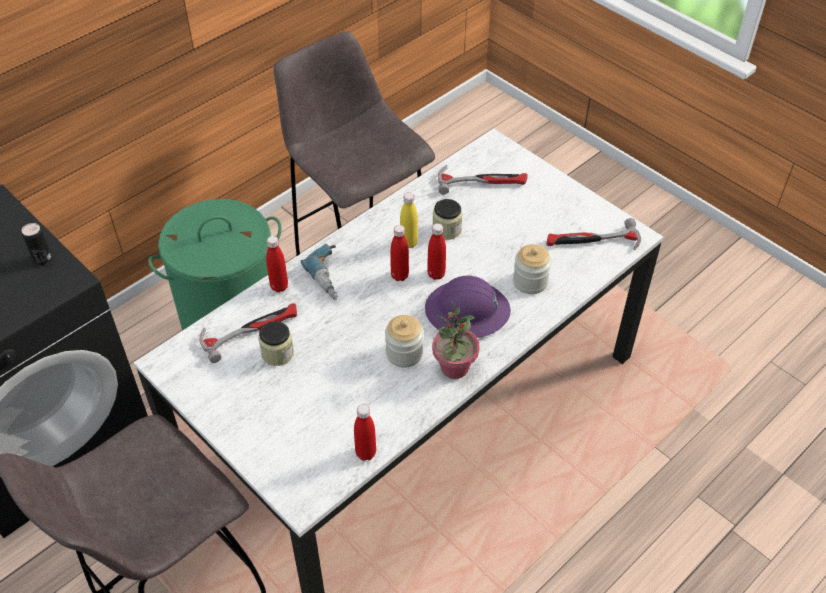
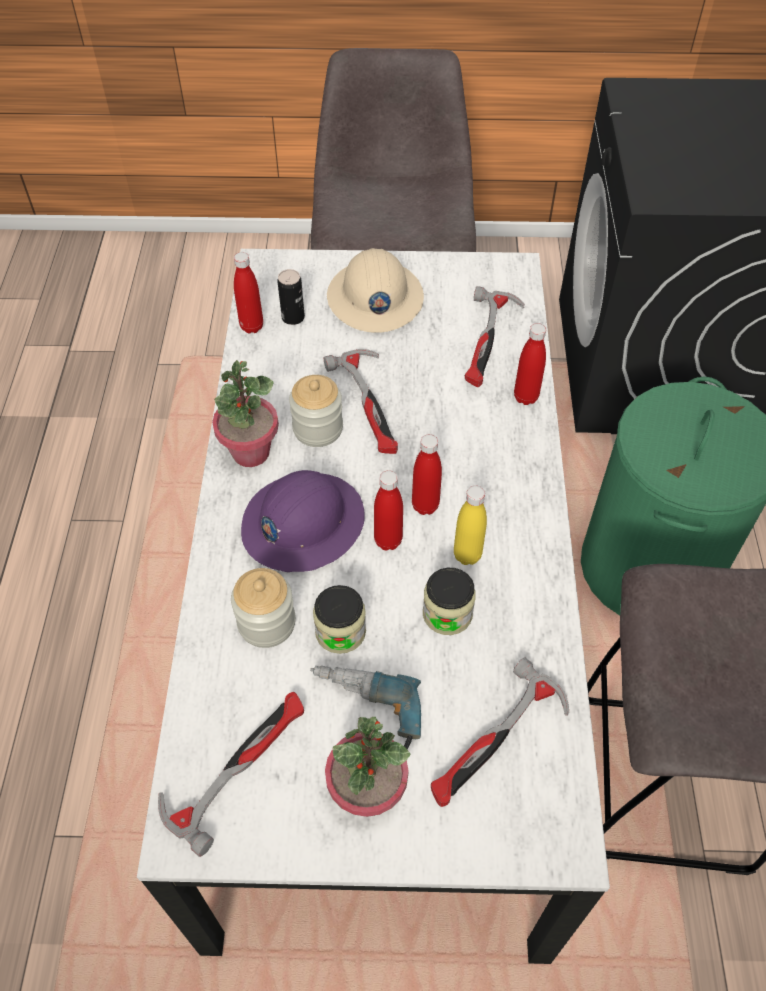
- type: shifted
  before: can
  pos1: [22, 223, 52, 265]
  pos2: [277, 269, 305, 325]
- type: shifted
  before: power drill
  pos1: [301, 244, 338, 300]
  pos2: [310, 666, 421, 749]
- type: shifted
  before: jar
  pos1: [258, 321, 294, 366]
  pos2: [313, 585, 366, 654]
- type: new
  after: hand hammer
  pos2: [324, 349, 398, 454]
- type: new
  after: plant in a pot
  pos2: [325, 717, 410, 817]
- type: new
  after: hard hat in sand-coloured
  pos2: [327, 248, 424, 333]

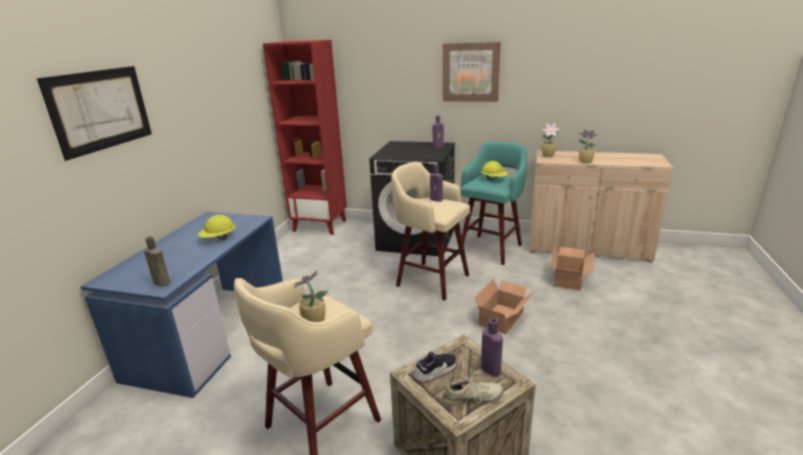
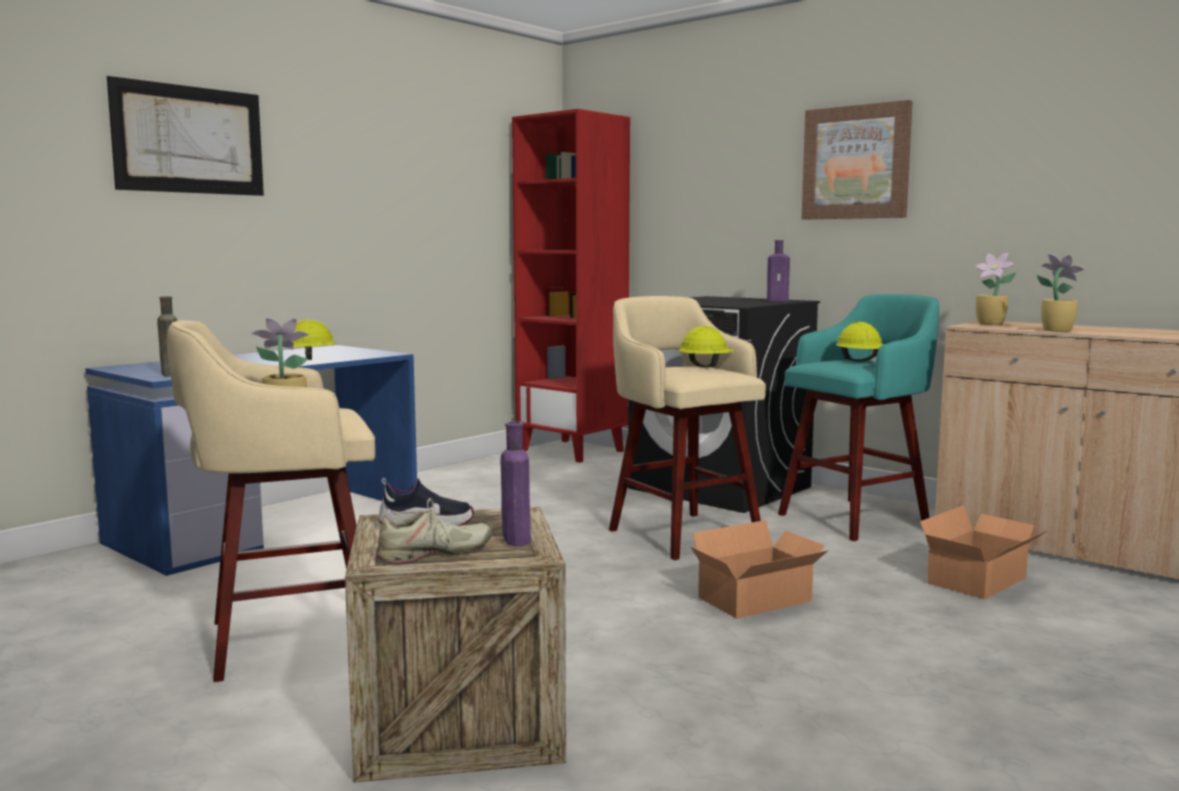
- type: rotated
  before: item of footwear in sand-coloured
  pos1: [442, 367, 504, 406]
  pos2: [376, 498, 492, 563]
  turn: -45
- type: swapped
  before: drink bottle in purplish
  after: hard hat in yellow
  pos1: [430, 165, 443, 202]
  pos2: [679, 326, 734, 368]

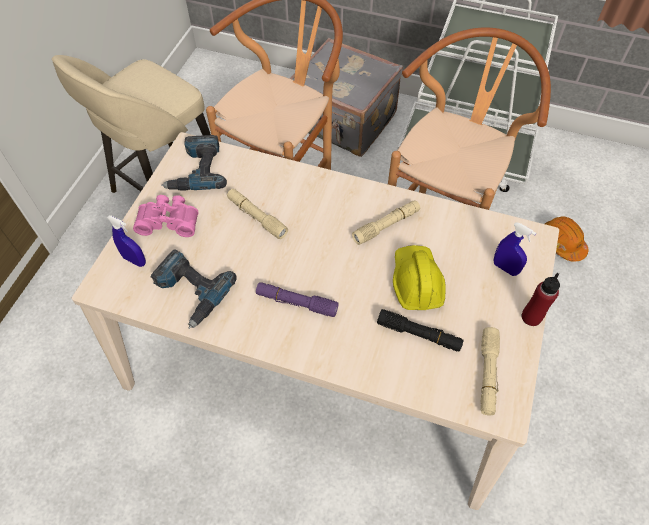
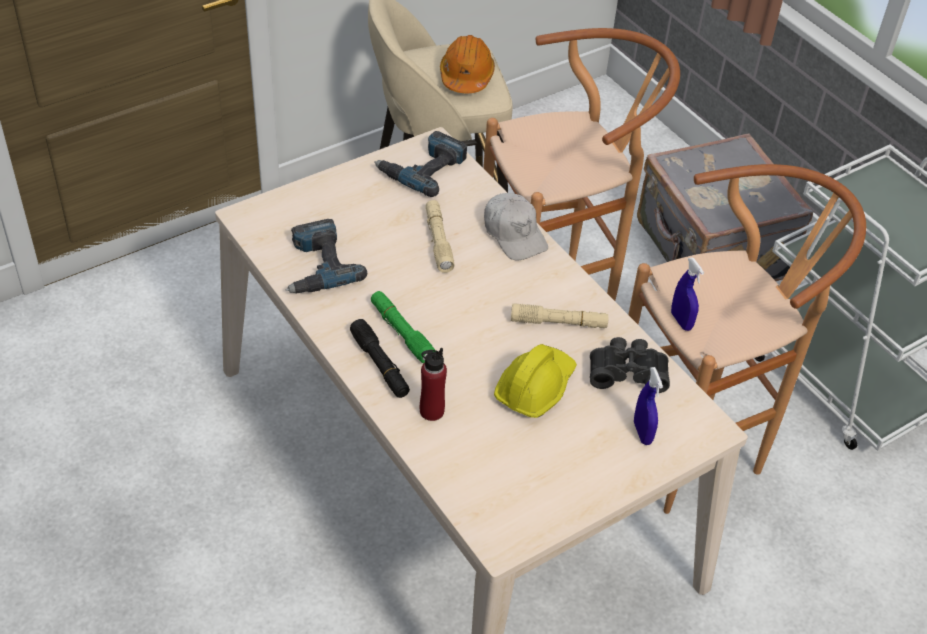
- type: shifted
  before: flashlight in blackish
  pos1: [377, 309, 464, 352]
  pos2: [350, 319, 410, 398]
- type: repainted
  before: flashlight in purplish
  after: flashlight in green
  pos1: [256, 282, 339, 317]
  pos2: [371, 291, 435, 364]
- type: shifted
  before: drink bottle in red-coloured
  pos1: [522, 273, 560, 326]
  pos2: [420, 348, 447, 421]
- type: shifted
  before: hard hat in orange-coloured
  pos1: [545, 216, 589, 262]
  pos2: [440, 35, 495, 94]
- type: new
  after: cap in white-coloured
  pos2: [484, 193, 548, 261]
- type: new
  after: binoculars in blackish
  pos2: [590, 337, 670, 393]
- type: shifted
  before: spray bottle in blue-coloured
  pos1: [107, 215, 146, 267]
  pos2: [671, 257, 704, 331]
- type: gone
  before: binoculars in pinkish
  pos1: [133, 195, 199, 237]
- type: gone
  before: flashlight in sand-coloured
  pos1: [481, 327, 500, 415]

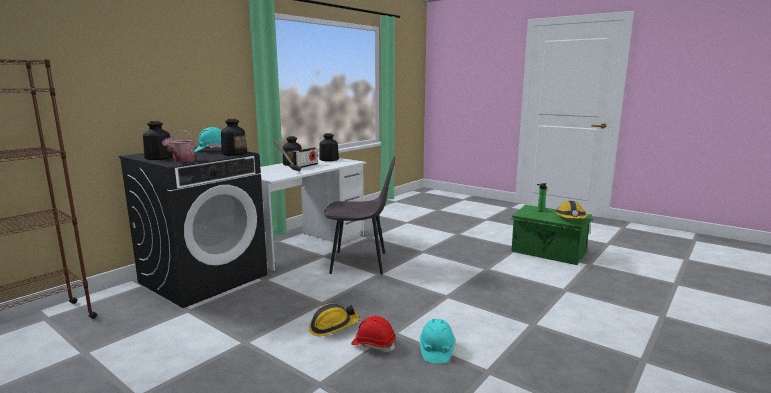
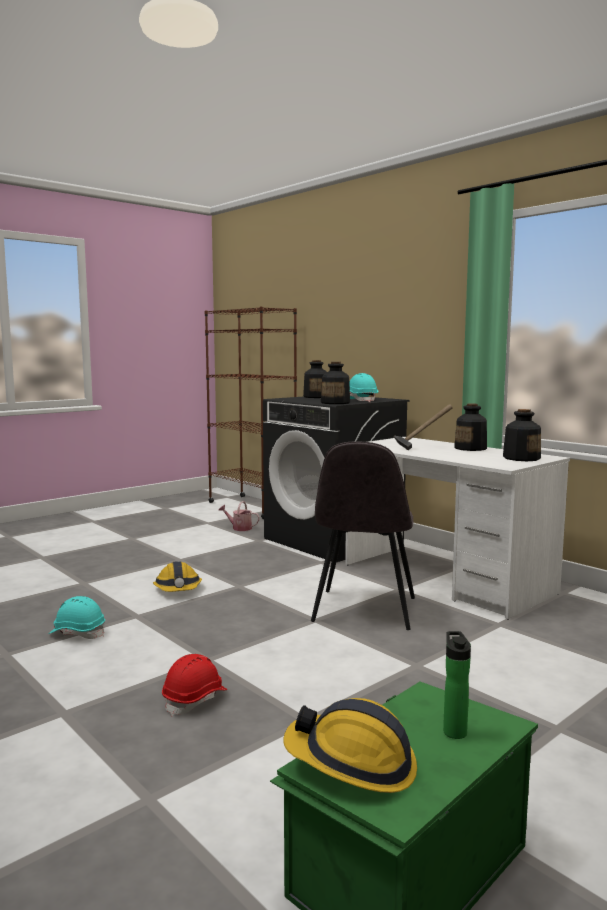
- type: shifted
  before: hard hat in red-coloured
  pos1: [351, 316, 396, 352]
  pos2: [162, 654, 227, 717]
- type: shifted
  before: watering pot
  pos1: [162, 130, 196, 162]
  pos2: [219, 501, 260, 531]
- type: gone
  before: radio set
  pos1: [293, 147, 318, 168]

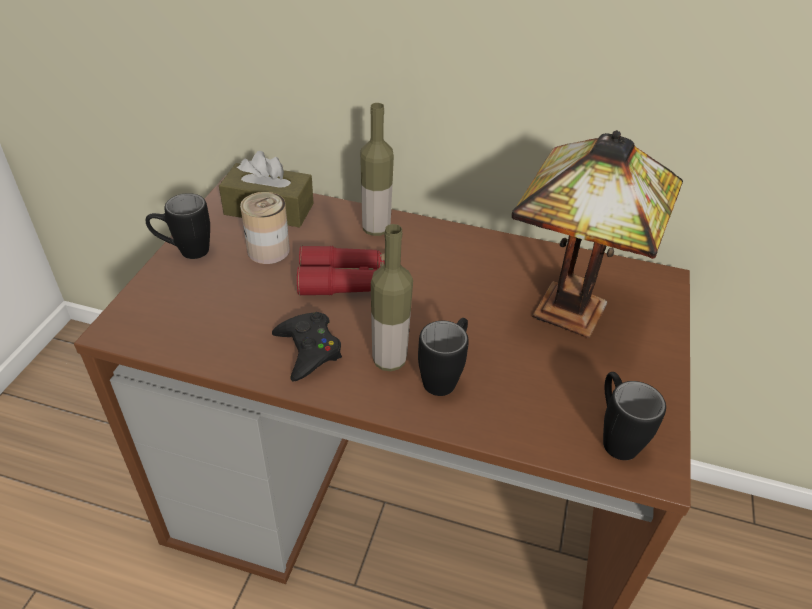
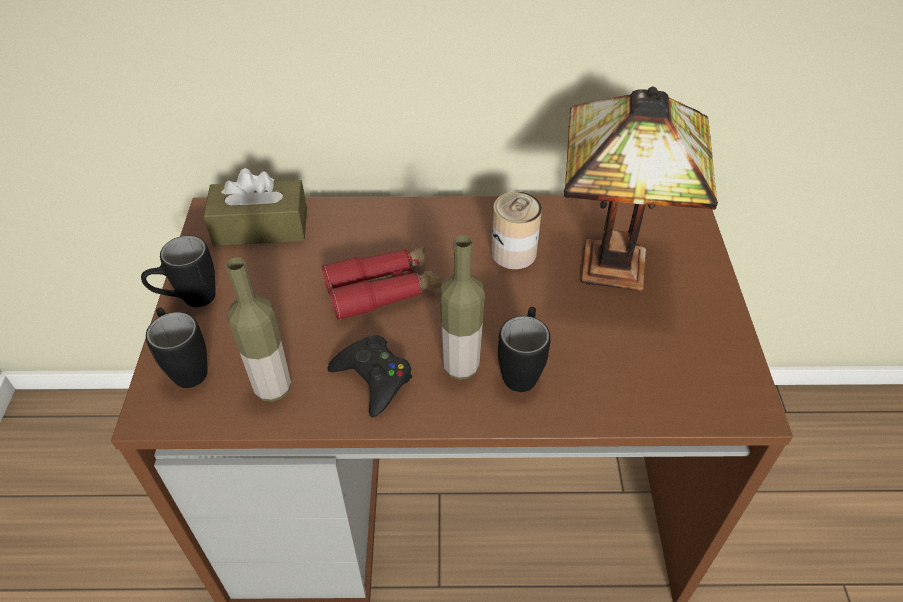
- type: shifted
  before: mug in blackish
  pos1: [603, 372, 666, 460]
  pos2: [146, 307, 207, 388]
- type: shifted
  before: drink bottle
  pos1: [360, 103, 394, 236]
  pos2: [226, 257, 291, 402]
- type: shifted
  before: can
  pos1: [240, 192, 290, 264]
  pos2: [491, 191, 542, 269]

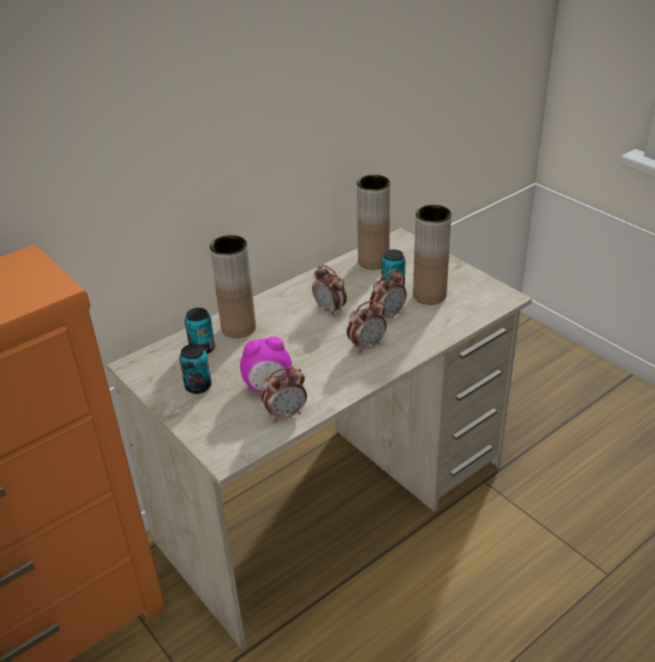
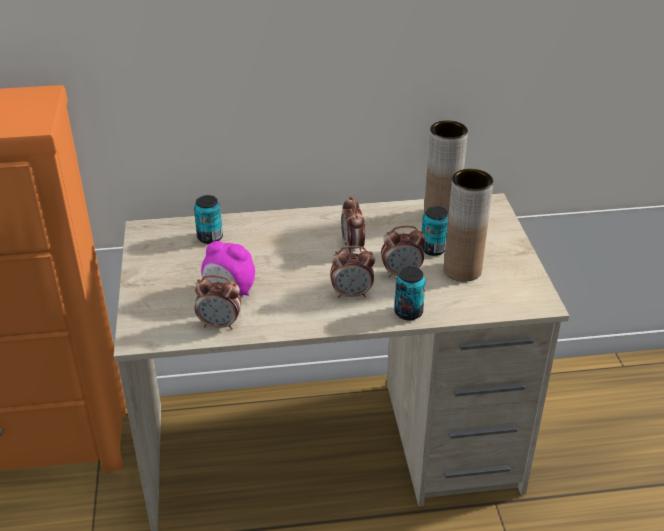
- type: shifted
  before: can
  pos1: [179, 344, 212, 394]
  pos2: [394, 267, 426, 320]
- type: gone
  before: flower vase in brown-coloured
  pos1: [210, 235, 256, 338]

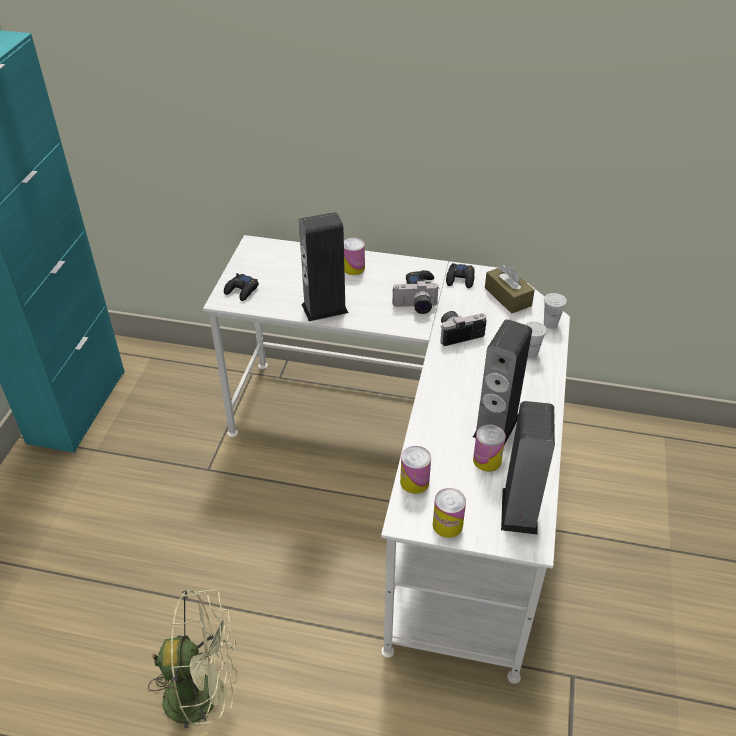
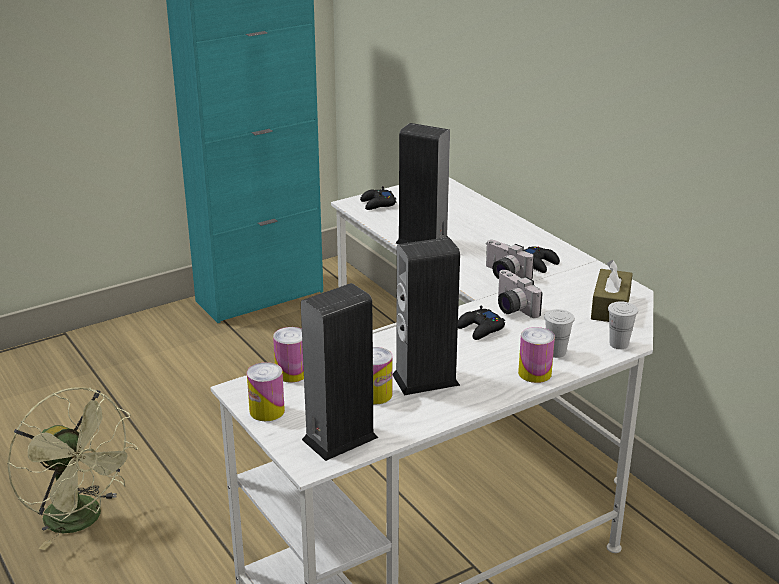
- type: shifted
  before: gamepad in blackish
  pos1: [446, 263, 475, 288]
  pos2: [458, 305, 505, 340]
- type: rotated
  before: still camera
  pos1: [440, 311, 487, 346]
  pos2: [498, 270, 543, 318]
  turn: -150
- type: shifted
  before: can
  pos1: [344, 238, 365, 275]
  pos2: [518, 327, 555, 383]

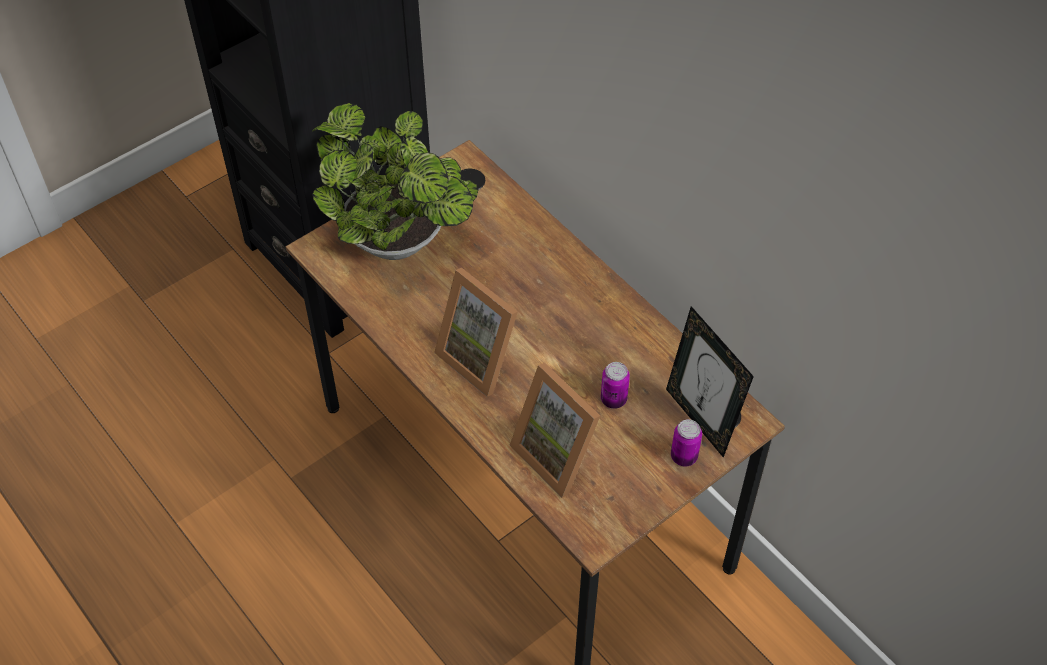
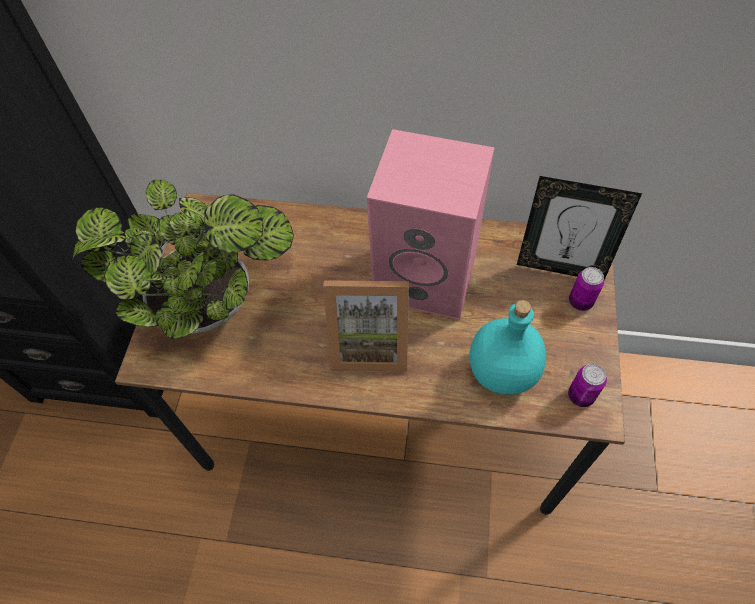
- type: new
  after: audio speaker in pinkish
  pos2: [367, 129, 495, 320]
- type: swapped
  before: photo frame
  after: drink bottle in turquoise-coloured
  pos1: [510, 363, 600, 498]
  pos2: [470, 300, 546, 395]
- type: shifted
  before: can
  pos1: [601, 362, 630, 409]
  pos2: [568, 364, 607, 407]

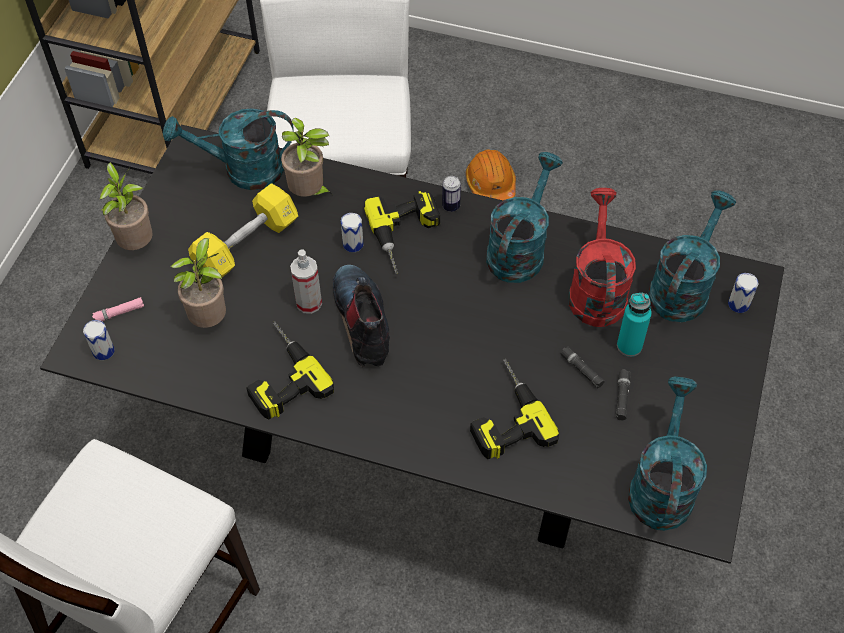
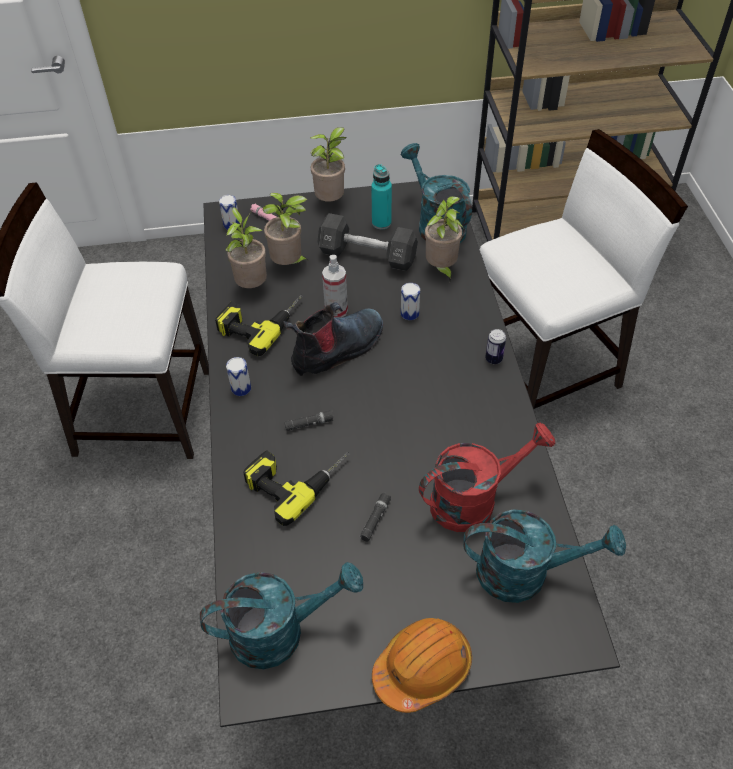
- type: new
  after: plant in a pot
  pos2: [225, 207, 267, 288]
- type: shifted
  before: can
  pos1: [728, 273, 758, 313]
  pos2: [226, 357, 251, 396]
- type: shifted
  before: flashlight in blackish
  pos1: [616, 369, 630, 420]
  pos2: [284, 410, 334, 431]
- type: repainted
  before: hand weight in yellow
  after: hand weight in blackish
  pos1: [188, 183, 298, 277]
  pos2: [317, 213, 418, 271]
- type: shifted
  before: drink bottle in turquoise-coloured
  pos1: [617, 293, 652, 357]
  pos2: [371, 164, 392, 229]
- type: shifted
  before: hard hat in orange-coloured
  pos1: [466, 149, 516, 200]
  pos2: [372, 618, 472, 713]
- type: gone
  before: power drill
  pos1: [364, 191, 440, 274]
- type: gone
  before: watering pot in turquoise-coloured
  pos1: [486, 152, 563, 283]

